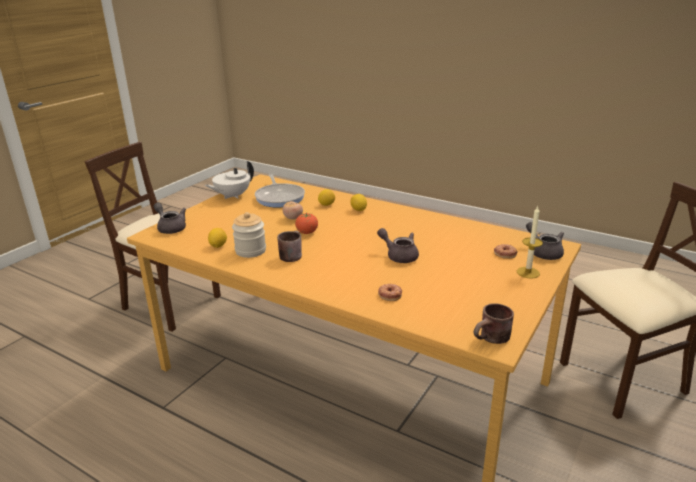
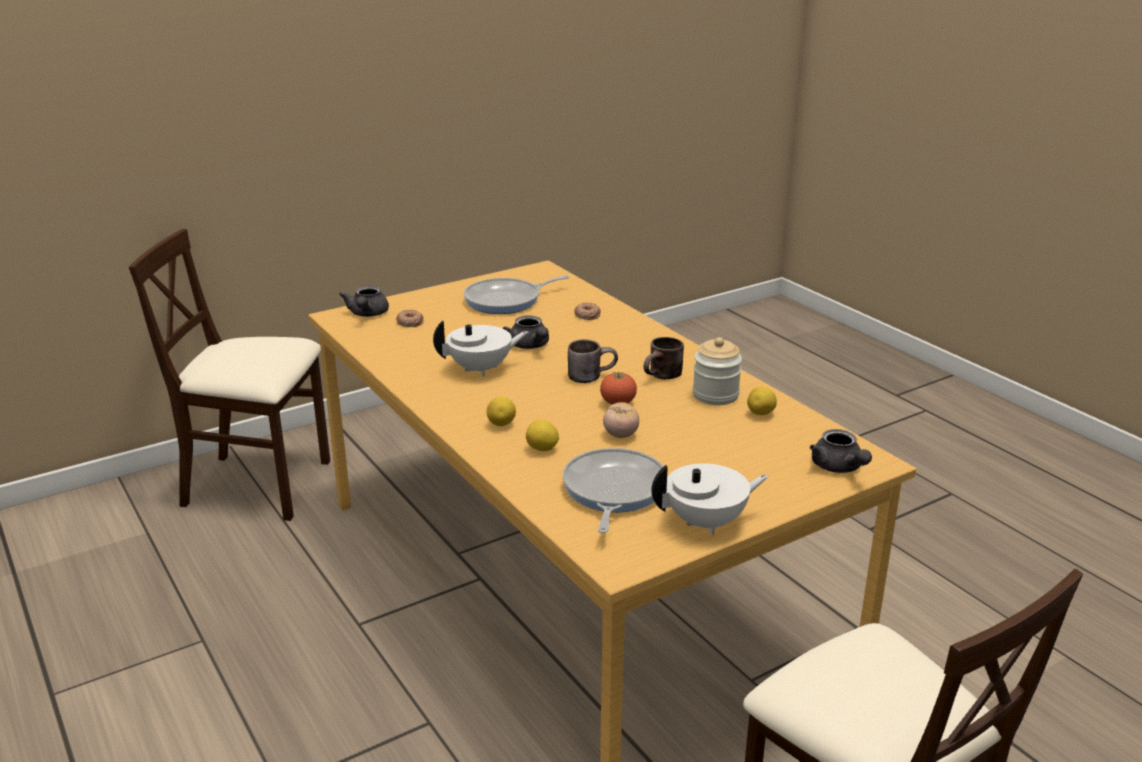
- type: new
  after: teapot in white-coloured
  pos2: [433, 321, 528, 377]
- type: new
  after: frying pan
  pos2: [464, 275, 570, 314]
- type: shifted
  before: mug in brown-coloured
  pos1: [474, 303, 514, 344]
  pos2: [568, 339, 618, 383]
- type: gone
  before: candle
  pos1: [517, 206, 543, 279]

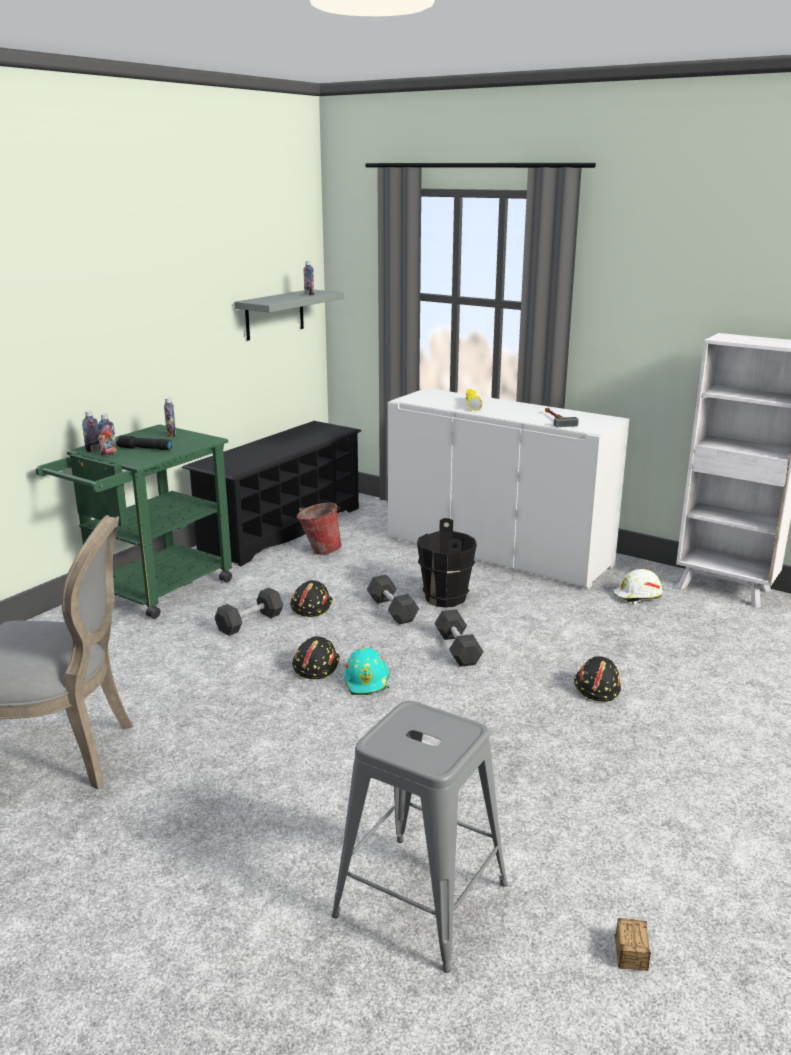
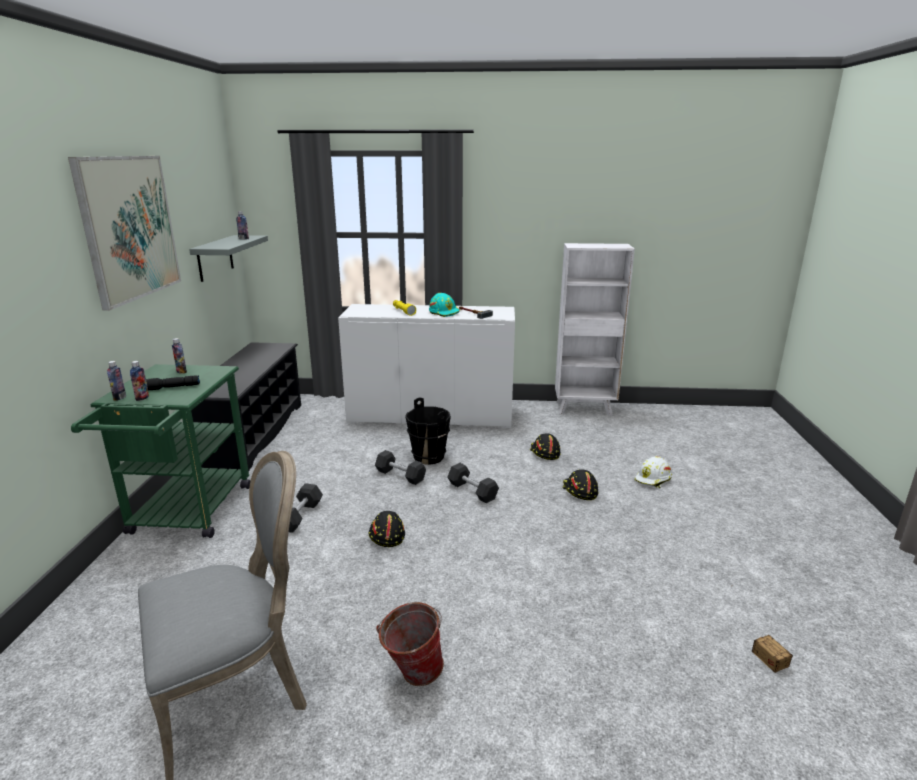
- type: new
  after: picture
  pos2: [68, 156, 181, 311]
- type: shifted
  before: bucket
  pos1: [297, 502, 342, 555]
  pos2: [376, 602, 444, 686]
- type: shifted
  before: hard hat in turquoise-coloured
  pos1: [344, 647, 389, 695]
  pos2: [429, 293, 460, 317]
- type: shifted
  before: hard hat in blackish
  pos1: [290, 580, 333, 617]
  pos2: [530, 433, 561, 460]
- type: shifted
  before: hard hat in white-coloured
  pos1: [613, 569, 663, 605]
  pos2: [634, 456, 672, 488]
- type: gone
  before: sitting stool in gray
  pos1: [332, 701, 507, 972]

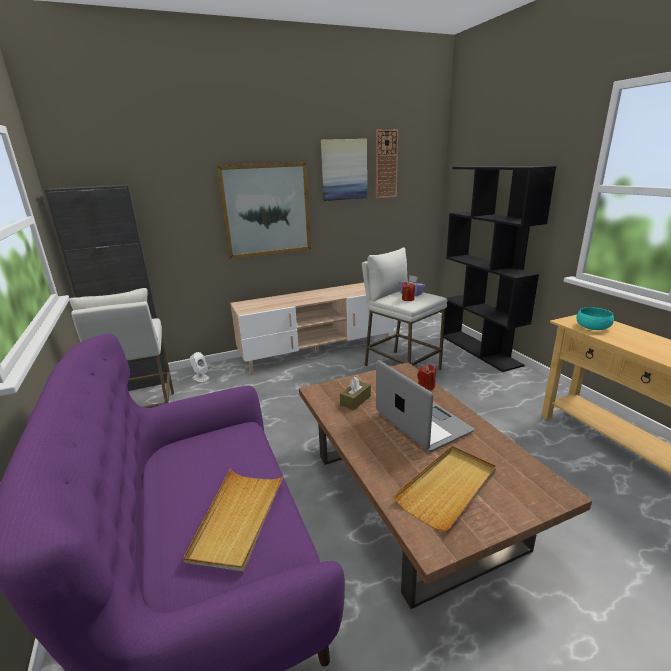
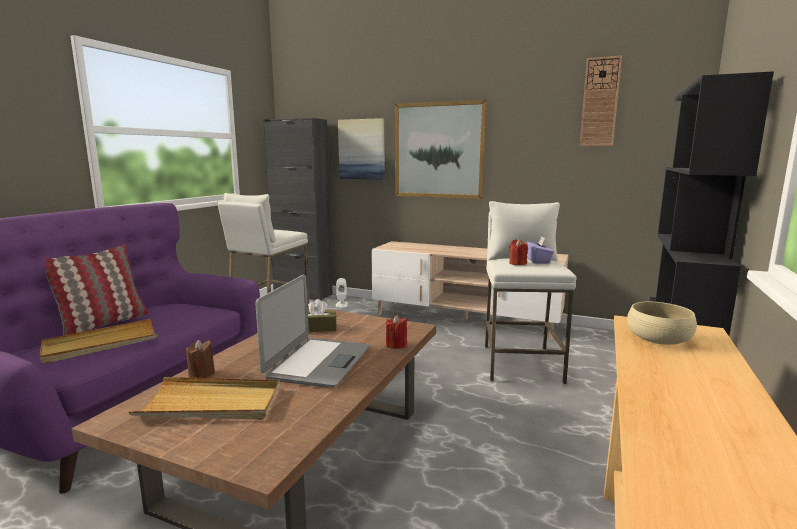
- type: new
  after: cushion
  pos2: [41, 244, 148, 336]
- type: new
  after: candle in brown-coloured
  pos2: [186, 340, 215, 378]
- type: shifted
  before: picture
  pos1: [321, 139, 367, 201]
  pos2: [338, 118, 385, 180]
- type: repainted
  before: deep dish in turquoise-coloured
  after: deep dish in sand-coloured
  pos1: [576, 307, 614, 330]
  pos2: [627, 302, 697, 345]

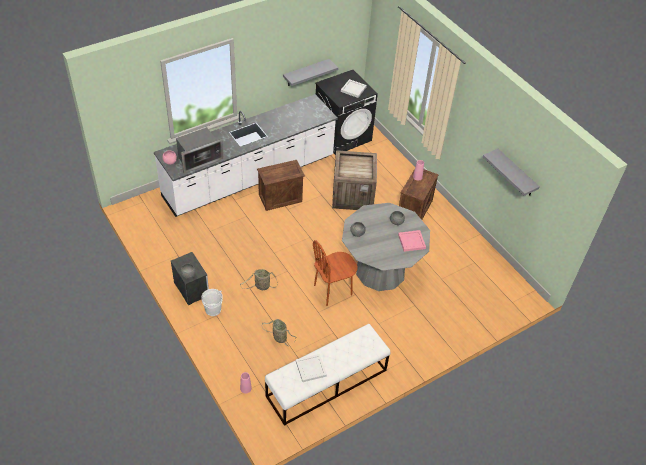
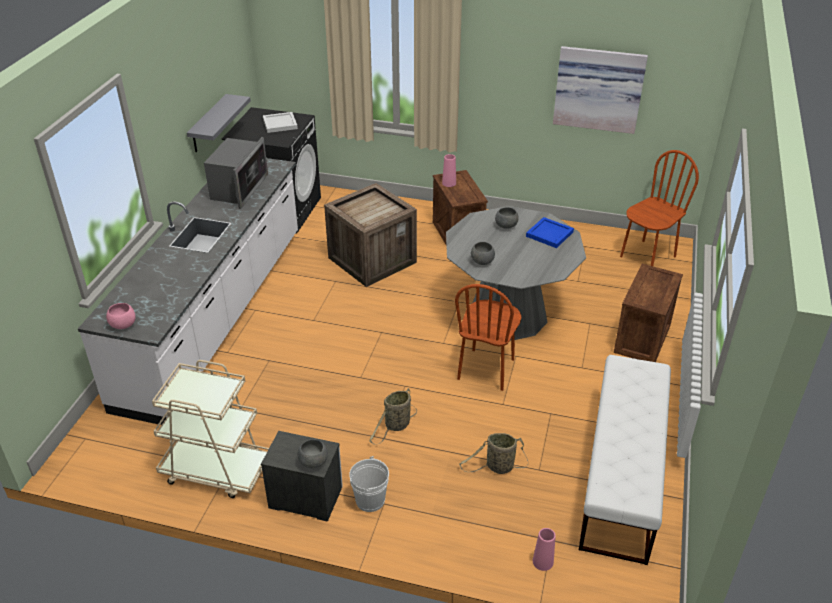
- type: new
  after: wheeled cart in sand-coloured
  pos2: [152, 360, 269, 498]
- type: shifted
  before: microwave oven
  pos1: [176, 127, 224, 174]
  pos2: [204, 137, 268, 209]
- type: repainted
  before: carrying tray in pinkish
  after: carrying tray in blue-coloured
  pos1: [398, 230, 426, 252]
  pos2: [526, 217, 574, 248]
- type: swapped
  before: shelf in gray
  after: picture
  pos1: [483, 149, 540, 196]
  pos2: [553, 46, 648, 134]
- type: shifted
  before: packing crate
  pos1: [257, 160, 305, 211]
  pos2: [614, 264, 683, 362]
- type: new
  after: plain chair in brown-coloured
  pos2: [620, 150, 699, 266]
- type: gone
  before: carrying tray in white-coloured
  pos1: [296, 354, 327, 382]

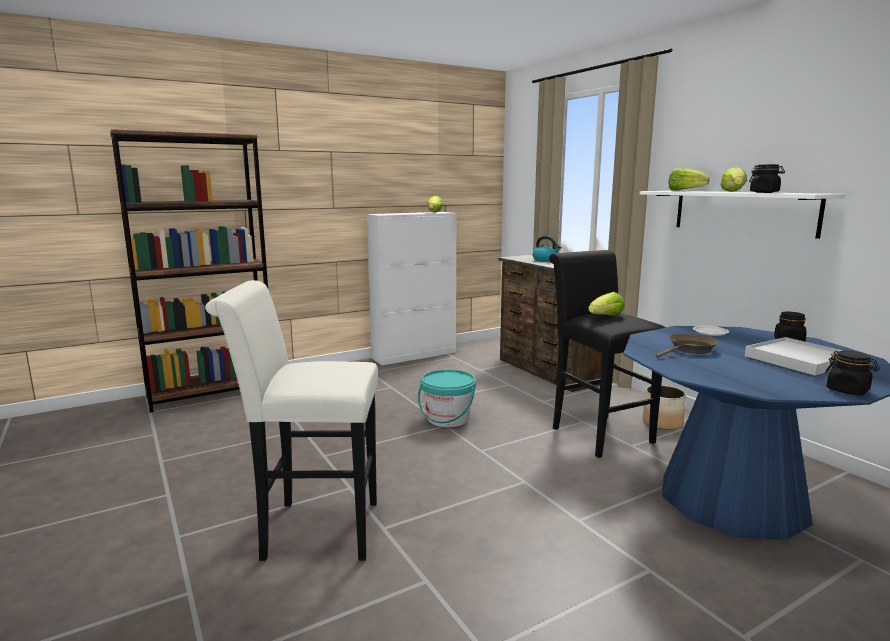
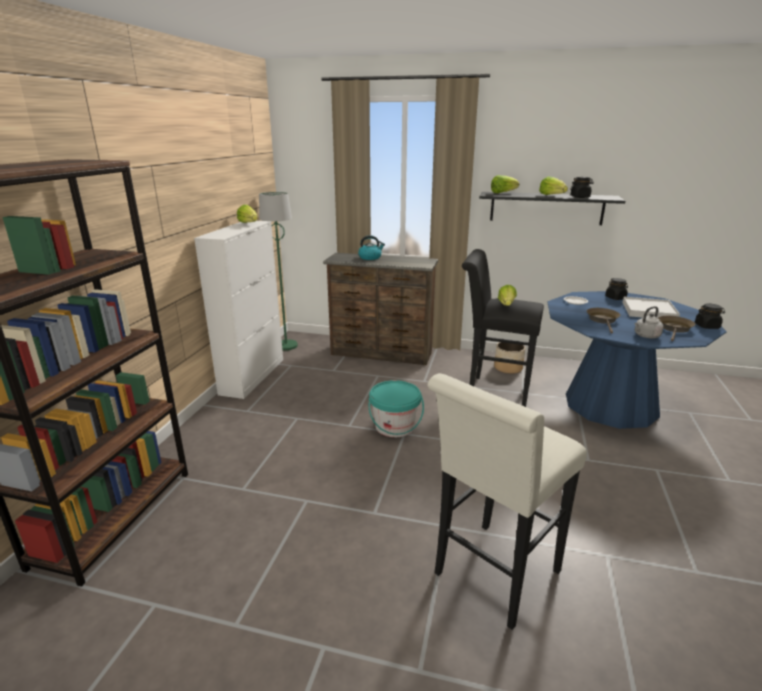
- type: new
  after: standing lamp in green
  pos2: [259, 192, 298, 351]
- type: repainted
  before: shelf in white-coloured
  after: shelf in blackish
  pos1: [640, 191, 845, 239]
  pos2: [479, 192, 625, 225]
- type: new
  after: water kettle in gray
  pos2: [635, 306, 664, 338]
- type: new
  after: frying pan in brown-coloured
  pos2: [658, 316, 695, 341]

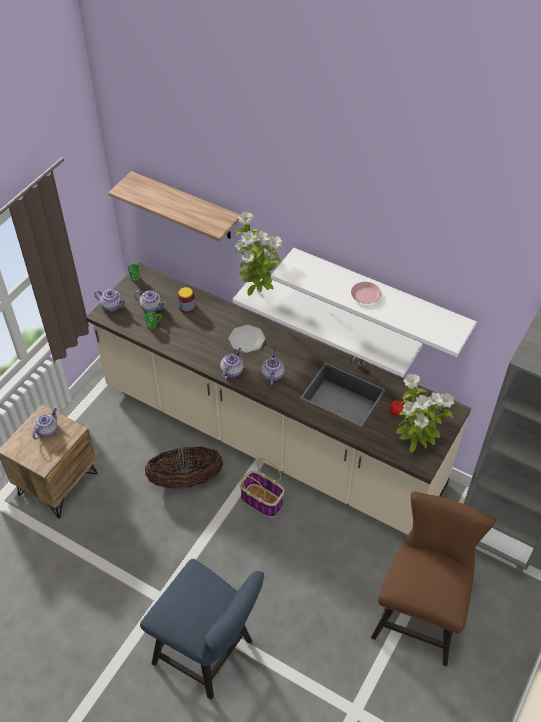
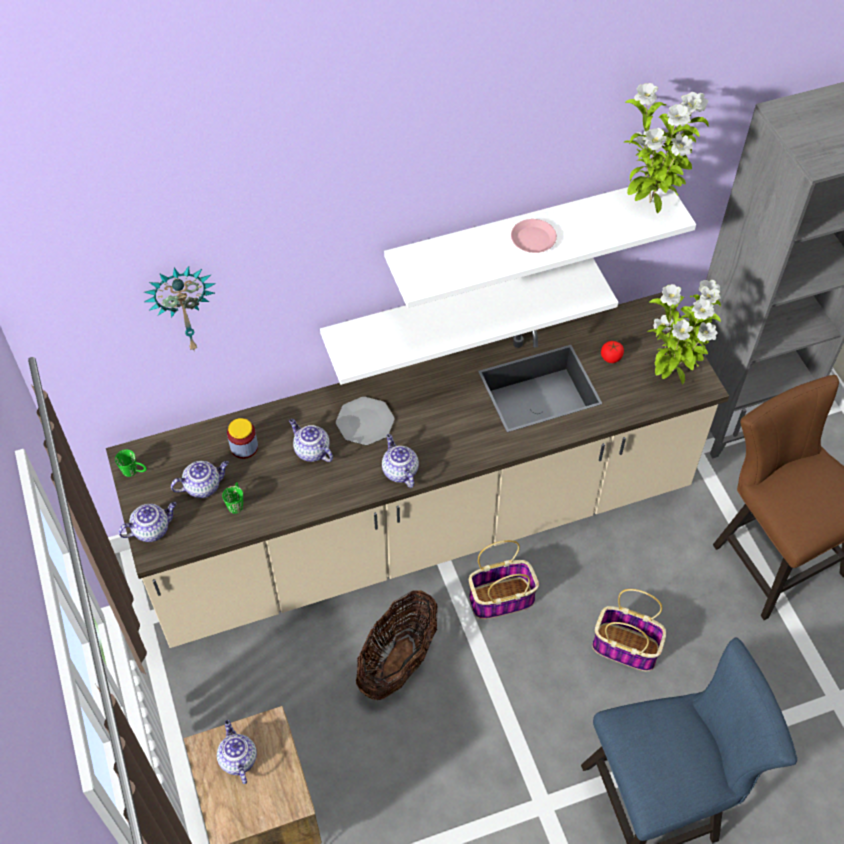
- type: swapped
  before: shelf
  after: wall clock
  pos1: [108, 171, 240, 242]
  pos2: [144, 266, 216, 352]
- type: shifted
  before: teapot
  pos1: [261, 350, 285, 385]
  pos2: [289, 419, 333, 462]
- type: new
  after: basket
  pos2: [592, 589, 666, 671]
- type: shifted
  before: plant in a pot
  pos1: [235, 211, 282, 296]
  pos2: [623, 83, 709, 213]

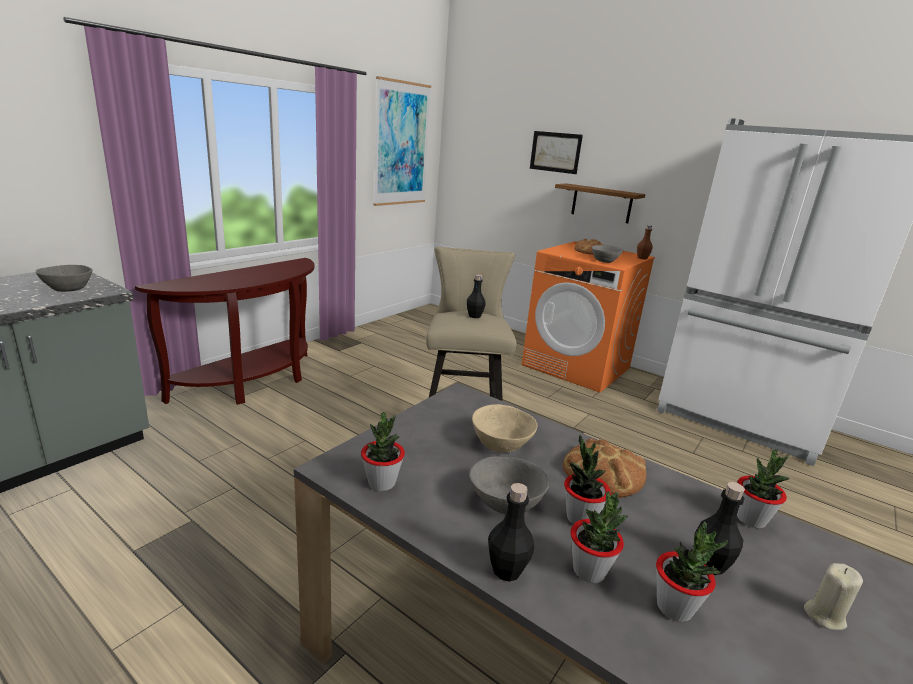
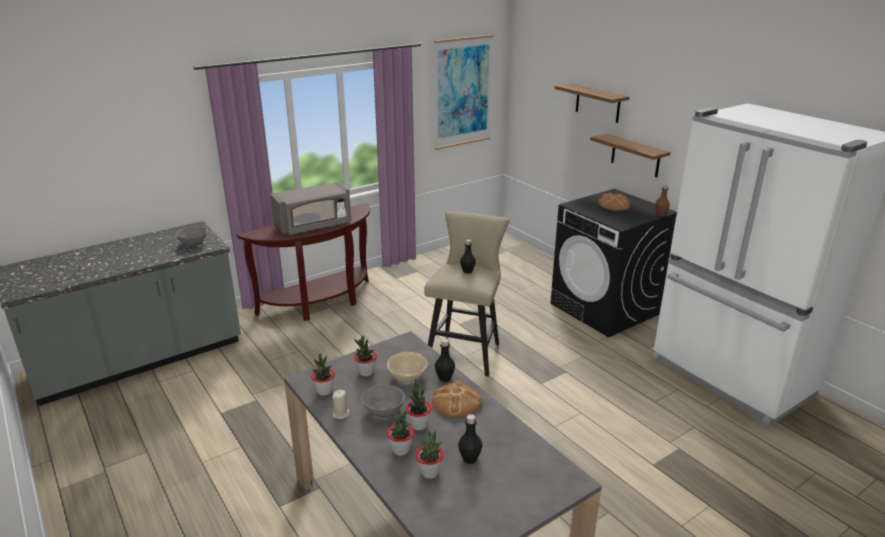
- type: new
  after: microwave oven in gray
  pos2: [270, 182, 351, 235]
- type: shifted
  before: candle in sand-coloured
  pos1: [804, 563, 863, 630]
  pos2: [332, 390, 350, 419]
- type: shifted
  before: plant in a pot
  pos1: [737, 449, 789, 529]
  pos2: [354, 336, 377, 376]
- type: shifted
  before: drink bottle in blackish
  pos1: [488, 483, 534, 582]
  pos2: [435, 339, 455, 382]
- type: repainted
  before: laundry machine in orange-coloured
  after: laundry machine in blackish
  pos1: [522, 241, 655, 393]
  pos2: [550, 189, 677, 337]
- type: swapped
  before: picture
  after: shelf
  pos1: [530, 131, 583, 174]
  pos2: [555, 83, 630, 123]
- type: gone
  before: deep dish in gray
  pos1: [591, 245, 623, 263]

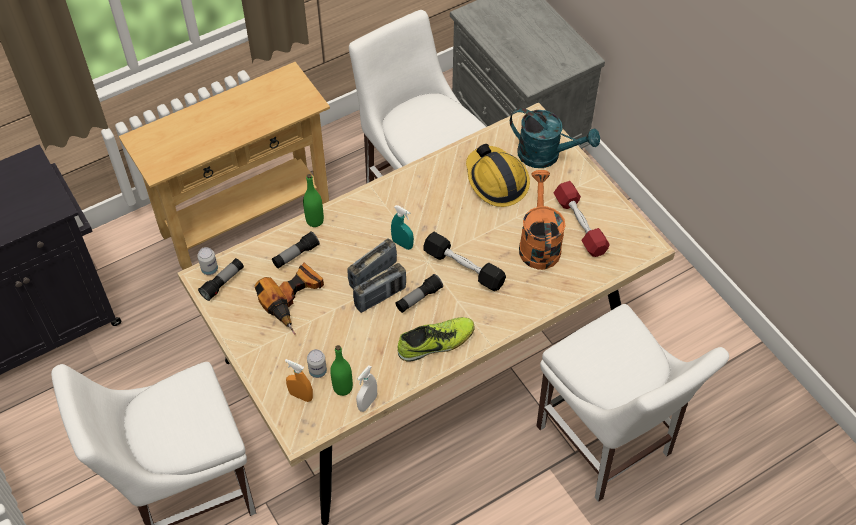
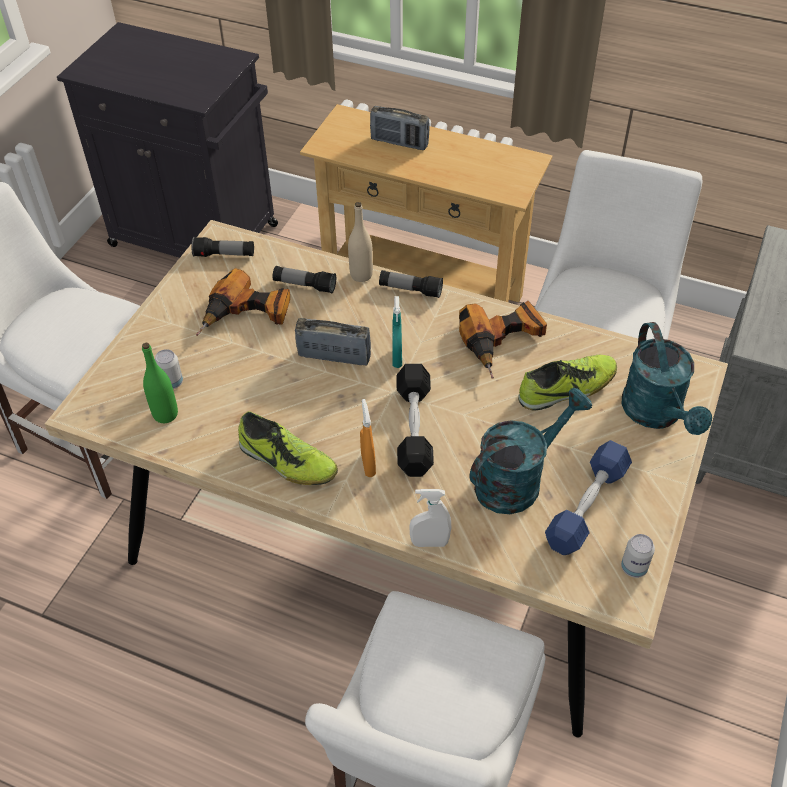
- type: repainted
  before: drink bottle in green
  after: drink bottle in sand-coloured
  pos1: [303, 174, 324, 227]
  pos2: [348, 202, 373, 282]
- type: shifted
  before: spray bottle in orange-coloured
  pos1: [285, 359, 313, 402]
  pos2: [360, 399, 376, 477]
- type: shifted
  before: radio set
  pos1: [353, 263, 406, 313]
  pos2: [370, 106, 429, 150]
- type: shifted
  before: flashlight
  pos1: [396, 274, 443, 313]
  pos2: [379, 270, 443, 298]
- type: shifted
  before: spray bottle in white-coloured
  pos1: [356, 365, 377, 412]
  pos2: [409, 489, 451, 547]
- type: new
  after: power drill
  pos2: [459, 301, 547, 379]
- type: repainted
  before: watering pot in orange-coloured
  after: watering pot in turquoise-coloured
  pos1: [519, 170, 566, 270]
  pos2: [470, 388, 592, 514]
- type: swapped
  before: hard hat
  after: item of footwear
  pos1: [466, 144, 530, 207]
  pos2: [518, 354, 617, 411]
- type: repainted
  before: hand weight in red-coloured
  after: hand weight in blue-coloured
  pos1: [554, 181, 610, 257]
  pos2: [545, 440, 632, 555]
- type: shifted
  before: can
  pos1: [197, 247, 218, 275]
  pos2: [621, 534, 655, 578]

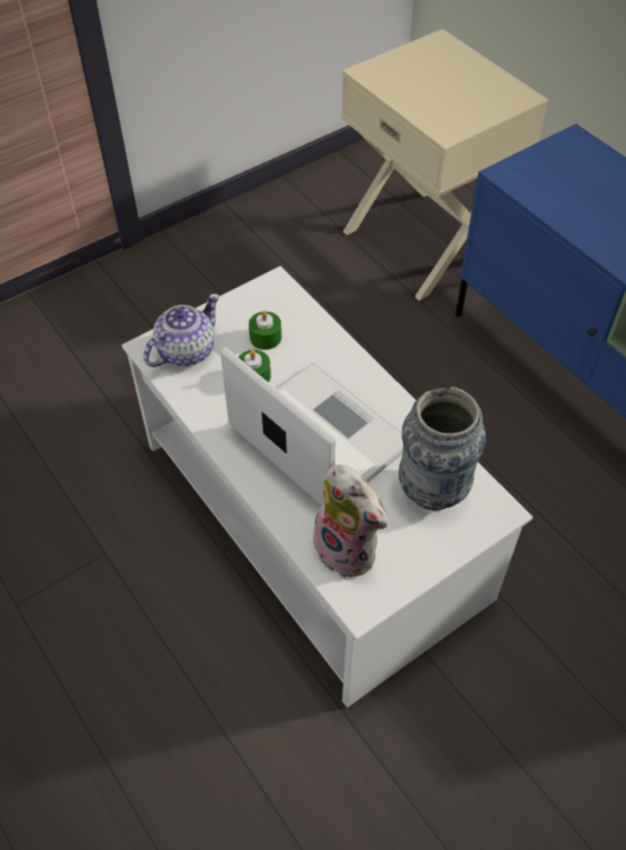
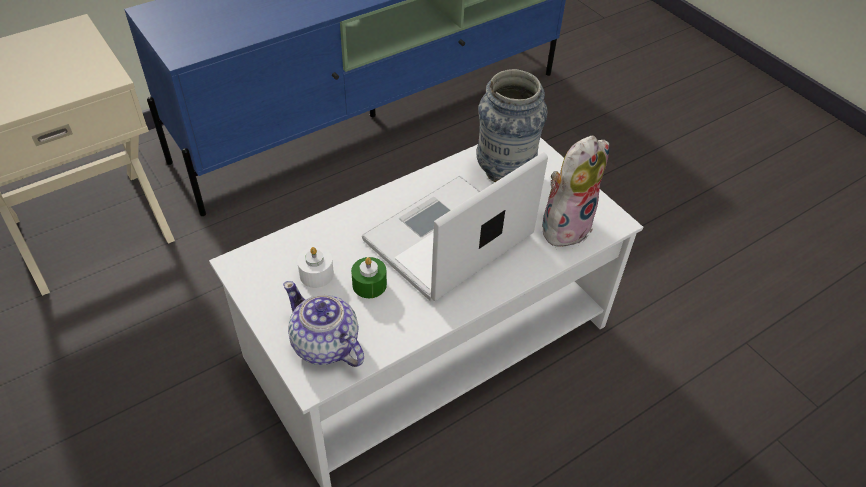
- type: repainted
  before: candle in green
  after: candle in white-coloured
  pos1: [249, 310, 282, 350]
  pos2: [297, 247, 334, 288]

